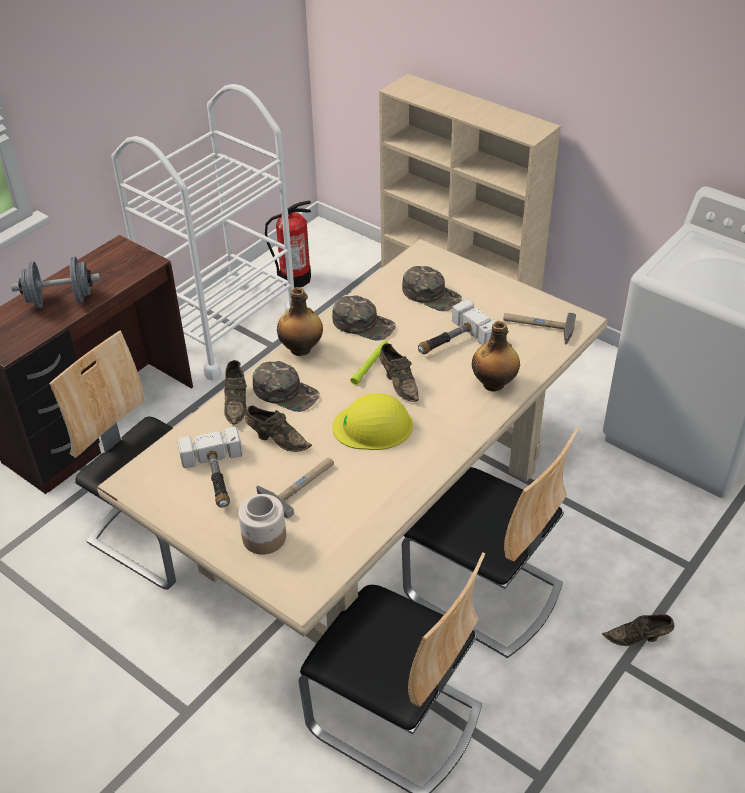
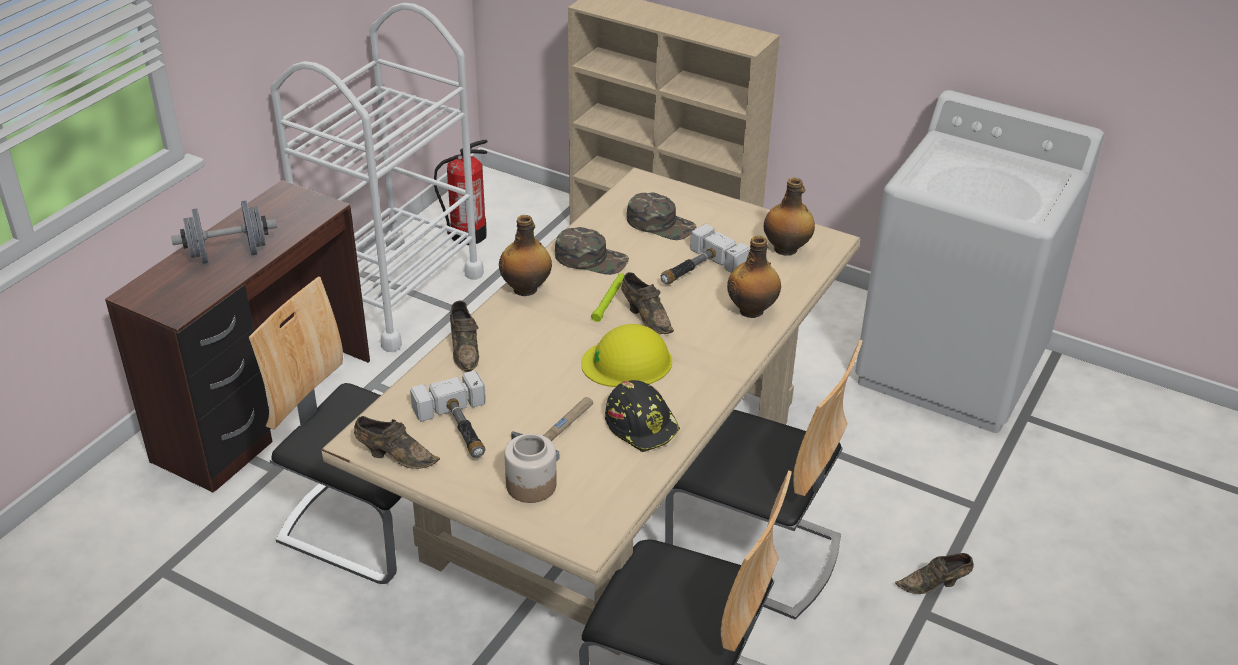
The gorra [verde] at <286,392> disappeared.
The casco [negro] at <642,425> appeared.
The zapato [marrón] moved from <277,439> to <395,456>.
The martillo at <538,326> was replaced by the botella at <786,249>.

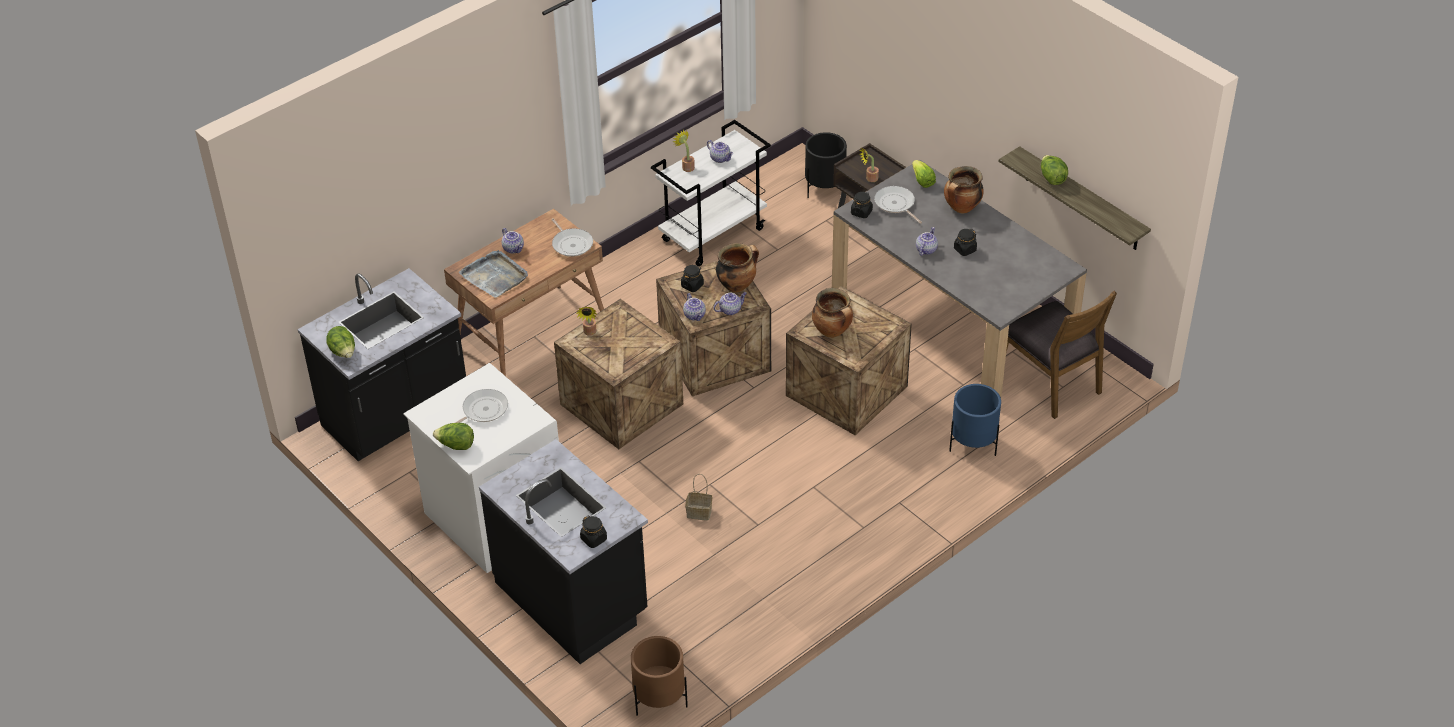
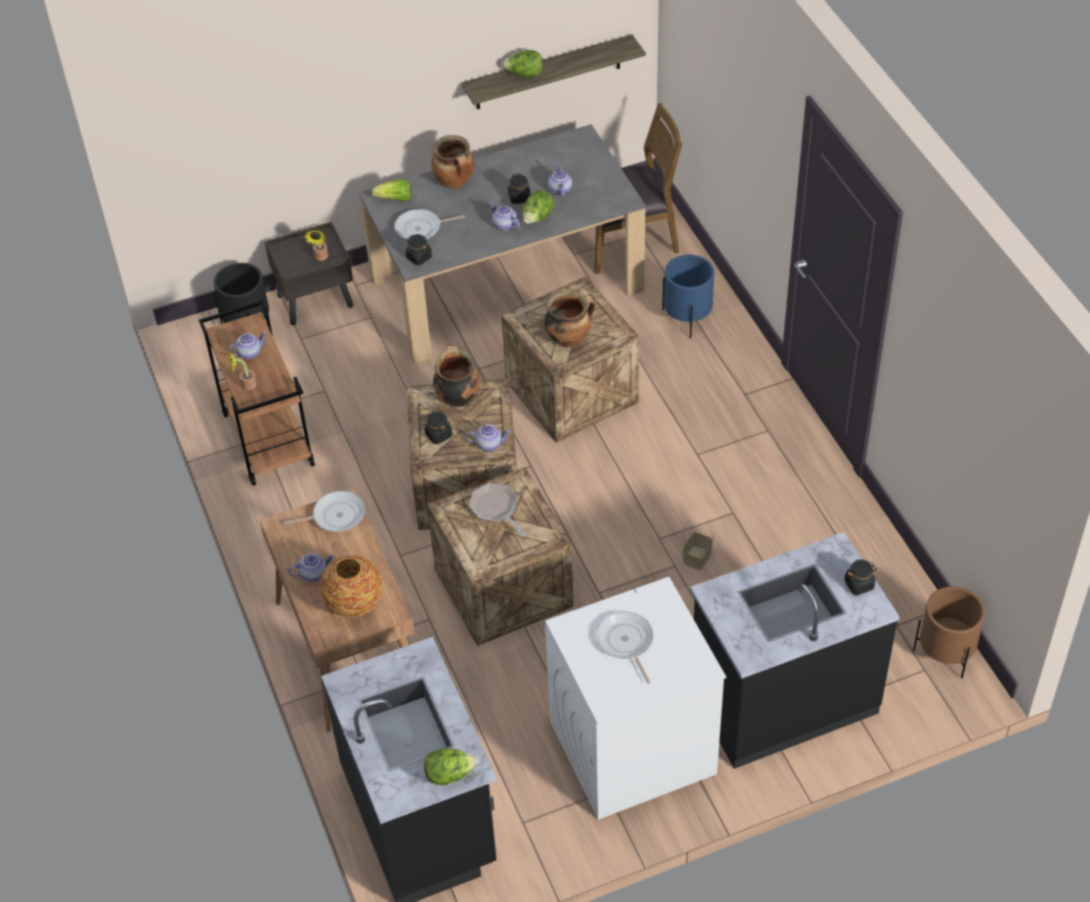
The planta en maceta at <589,333> disappeared.
The sartén at <496,509> appeared.
The lechuga moved from <456,445> to <537,218>.
The tetera moved from <730,310> to <559,190>.
The bandeja [gris] at <495,276> was replaced by the florero at <354,602>.
The carrito [blanco] at <713,234> became the carrito [marrón] at <267,439>.

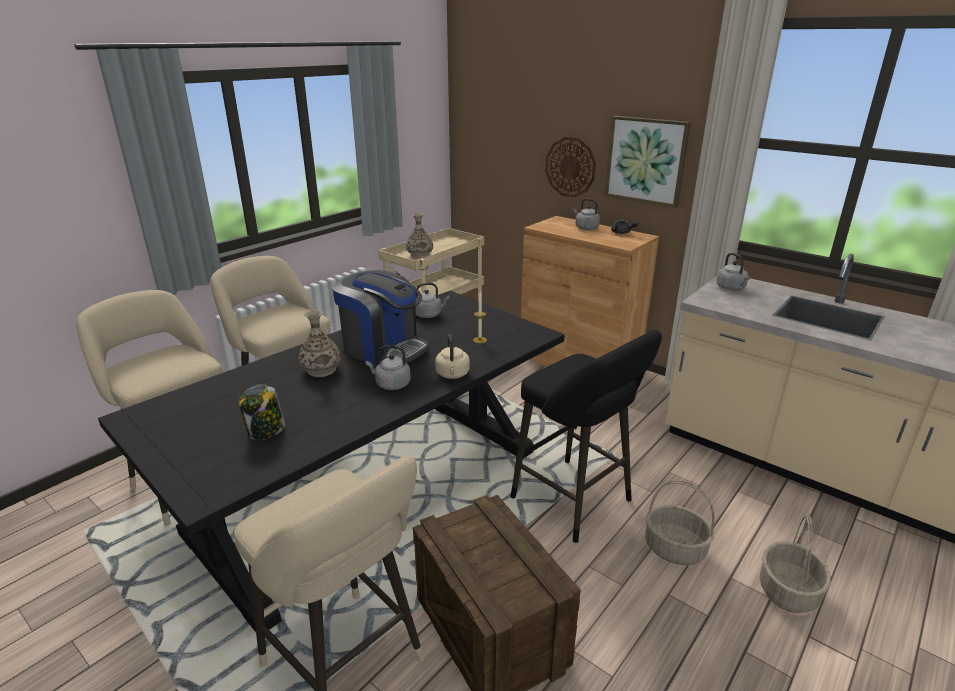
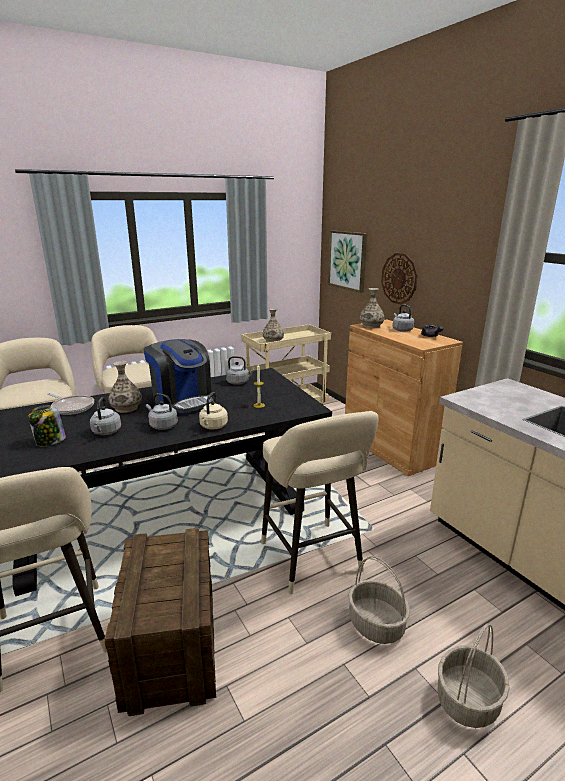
The sartén at <72,407> appeared.
The florero at <371,326> appeared.
The cuadro moved from <646,160> to <347,260>.
The hervidor [gris] moved from <731,288> to <106,432>.
The taburete [negro] at <576,502> became the taburete [beis] at <313,560>.

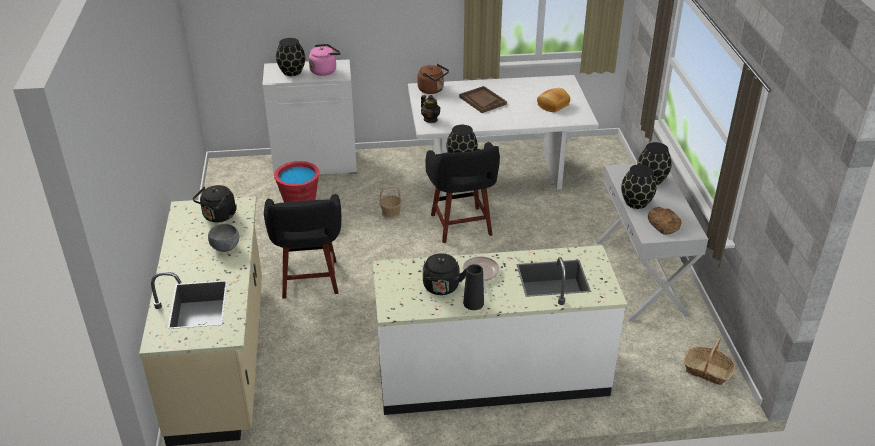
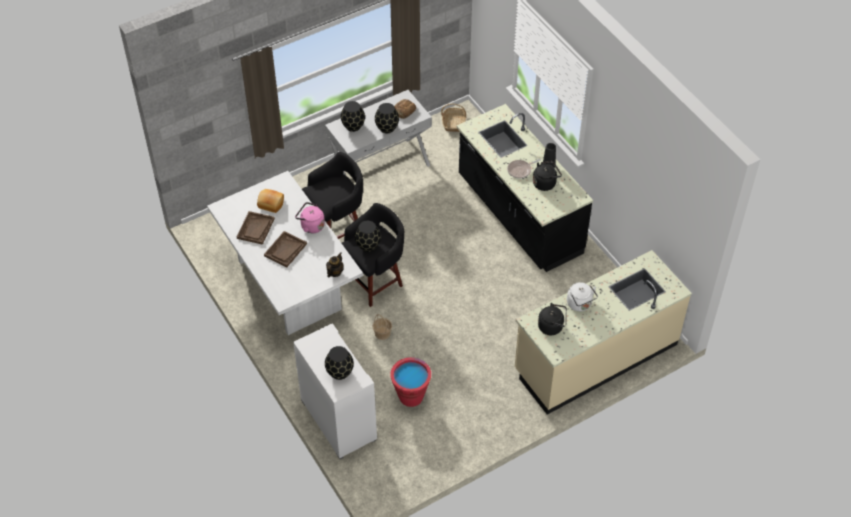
The hervidor [marrón] at <432,90> disappeared.
The bandeja [marrón] at <255,229> appeared.
The taburete [negro] moved from <310,281> to <337,230>.
The hervidor [rosa] moved from <324,70> to <311,226>.
The cuenco [gris] at <225,248> was replaced by the hervidor [blanco] at <580,304>.
The mueble bajo de cocina [blanco] at <491,373> became the mueble bajo de cocina [negro] at <518,215>.

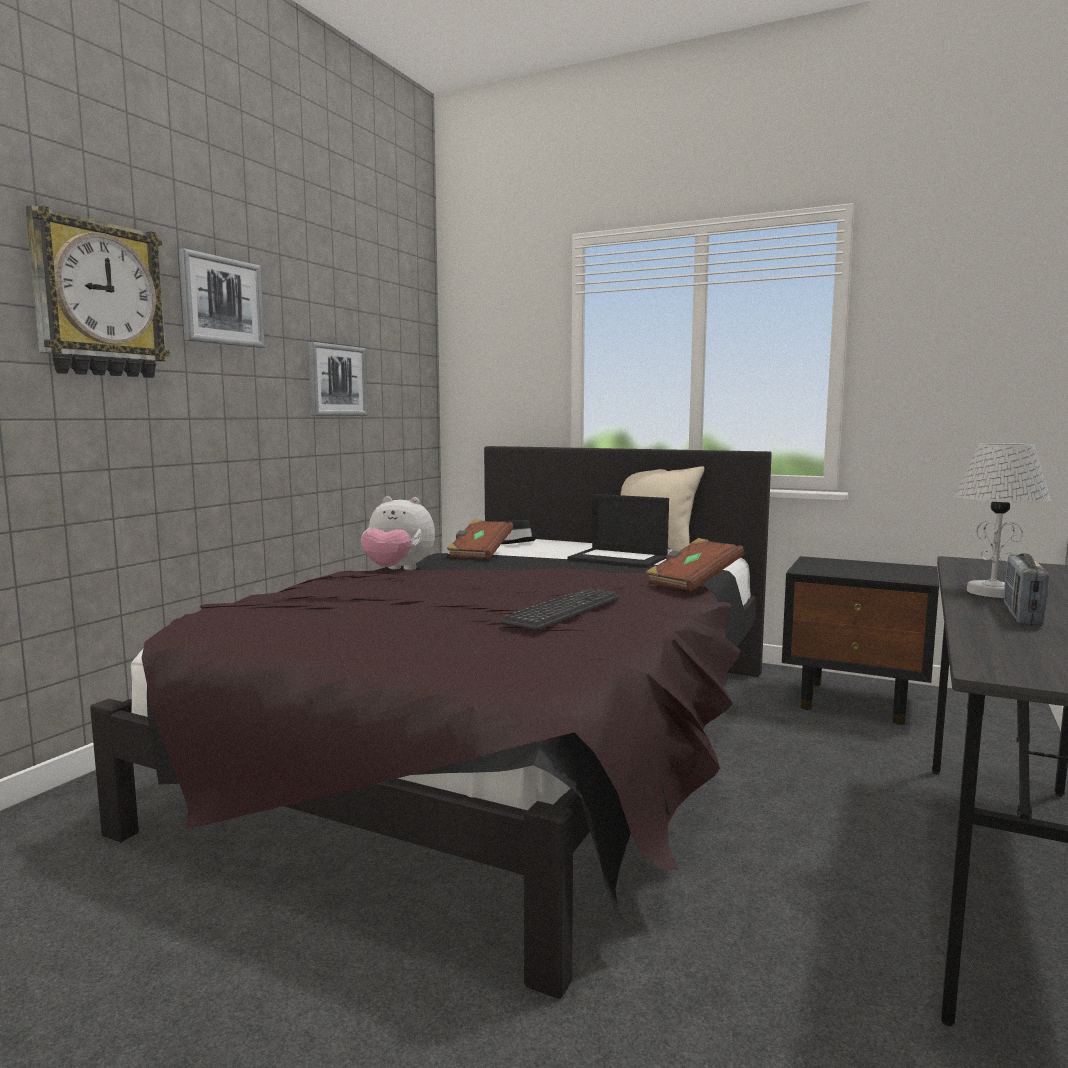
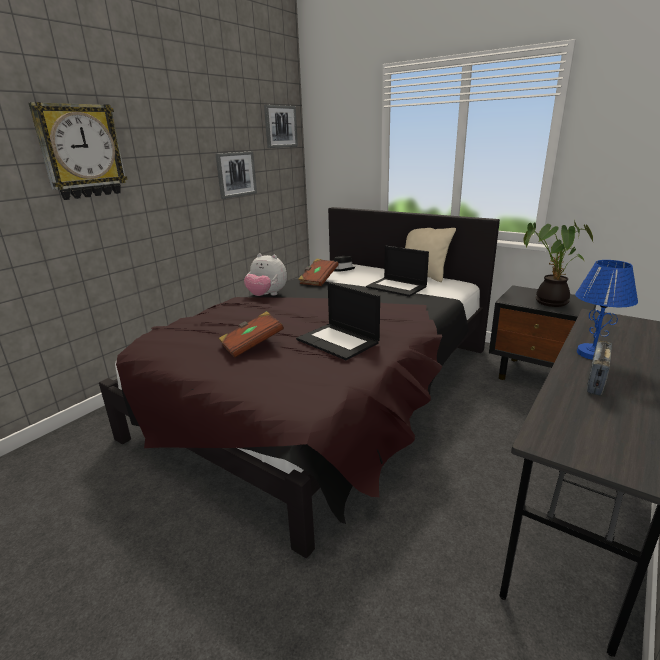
The planta en maceta at <548,301> appeared.
The cuadro moved from <221,301> to <280,126>.
The libro [marrón] moved from <693,582> to <252,345>.
The teclado at <563,610> was replaced by the portátil at <339,341>.
The lámpara de mesa [blanco] at <991,592> became the lámpara de mesa [azul] at <592,353>.

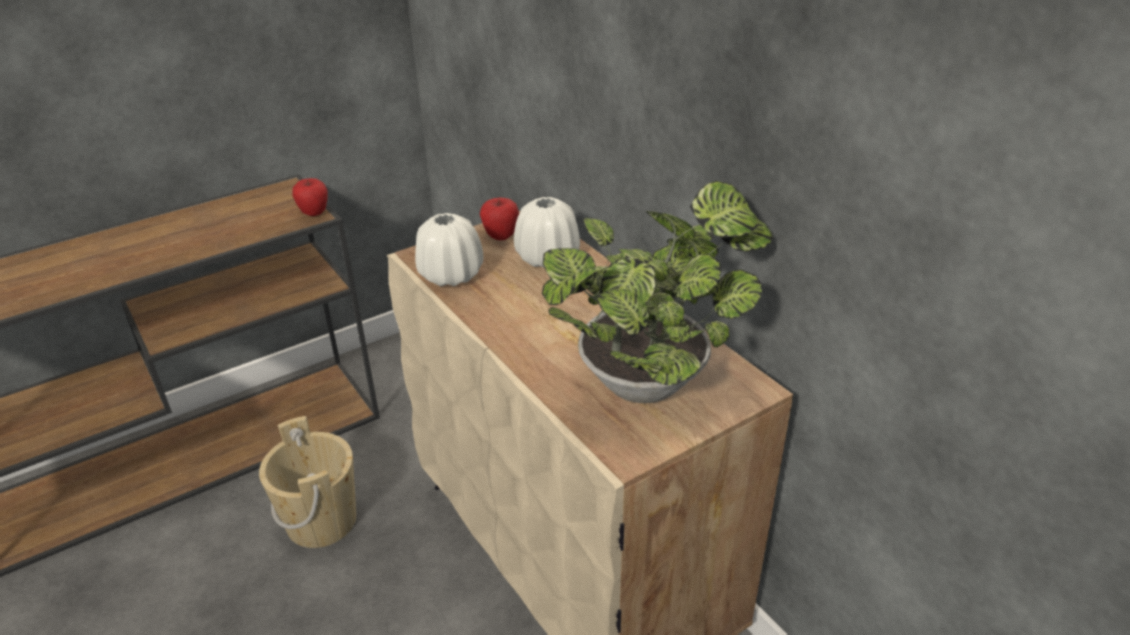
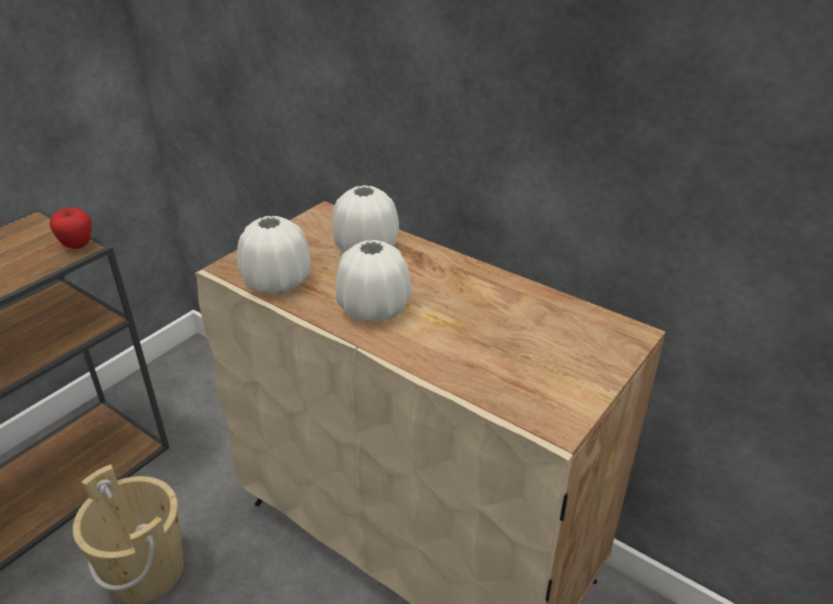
The manzana at <501,236> disappeared.
The planta en maceta at <650,379> disappeared.
The florero [blanco] at <373,308> appeared.

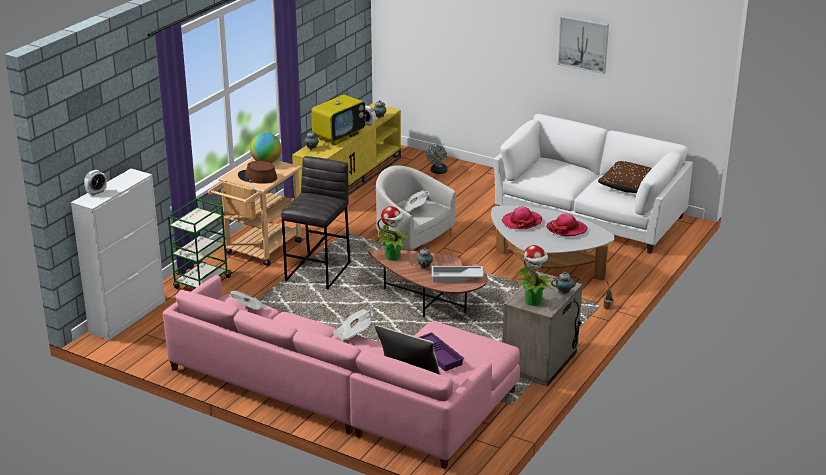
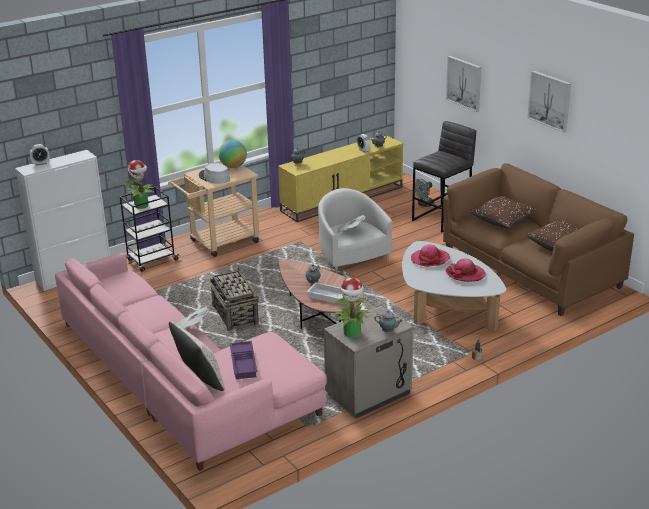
The periódico at <249,309> disappeared.
The televisor at <339,136> disappeared.
The cesta at <235,315> appeared.
The cuadro at <464,83> appeared.
The cojín [marrón] at <503,220> appeared.
The taburete [gris] moved from <319,272> to <442,218>.
The planta en maceta moved from <393,256> to <142,205>.
The carrito [verde] at <202,283> became the carrito [negro] at <152,260>.
The sombrero [marrón] at <257,177> became the sombrero [gris] at <214,177>.
The sofá [blanco] at <589,216> became the sofá [marrón] at <530,269>.

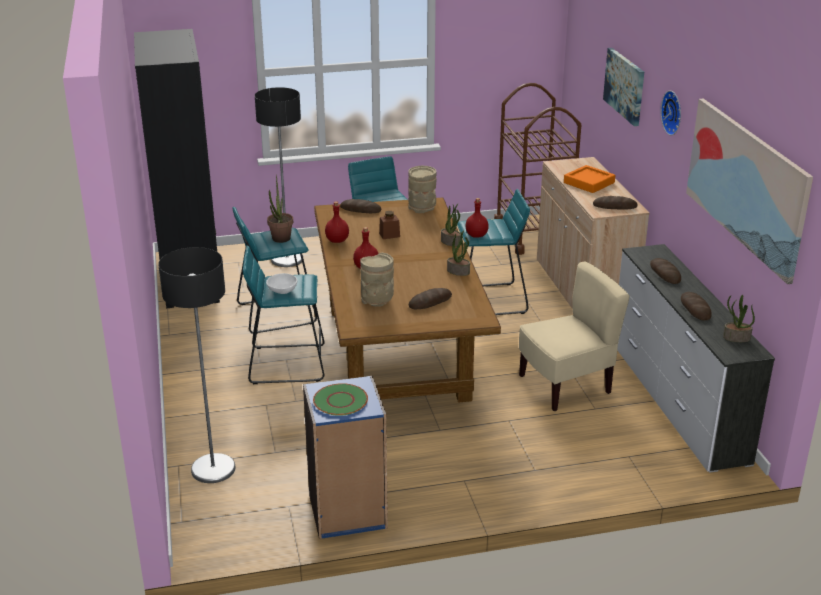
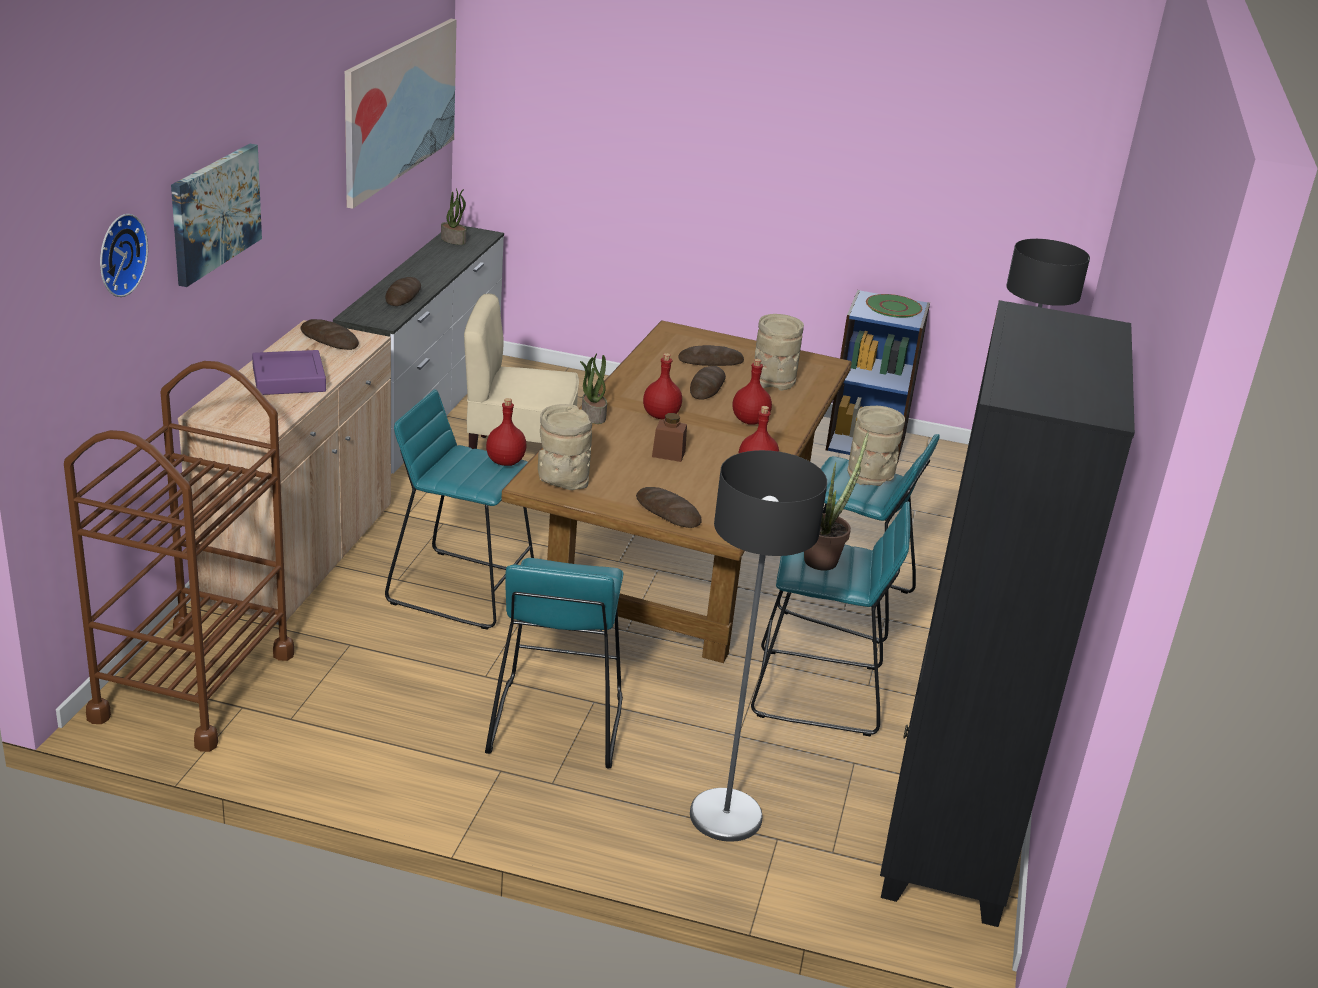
The planta en maceta at <458,271> disappeared.
The botella [rojo] at <660,415> appeared.
The reloj de pared moved from <674,112> to <118,254>.
The pan moved from <695,309> to <707,387>.
The cuenco [blanco] at <282,290> was replaced by the florero [beis] at <871,476>.
The bandeja [naranja] at <589,183> became the bandeja [morado] at <289,379>.

